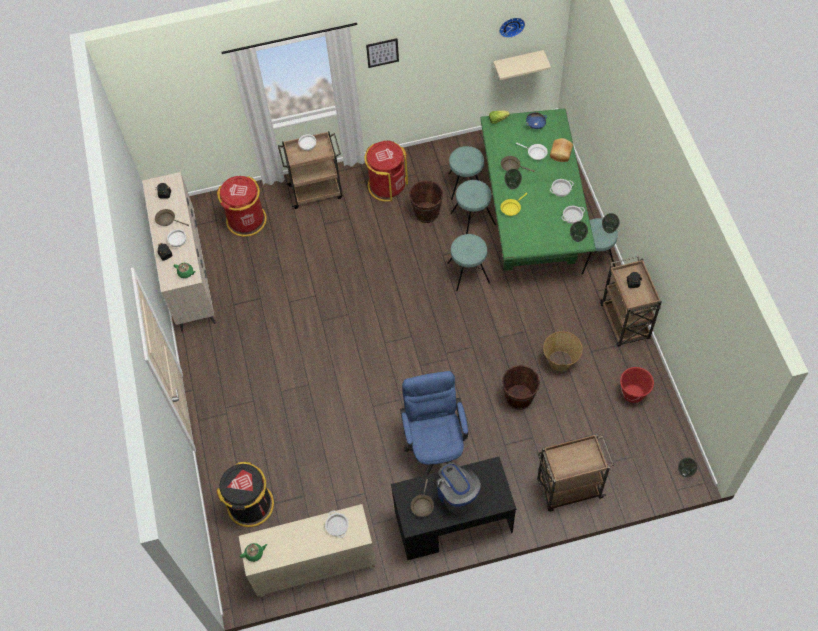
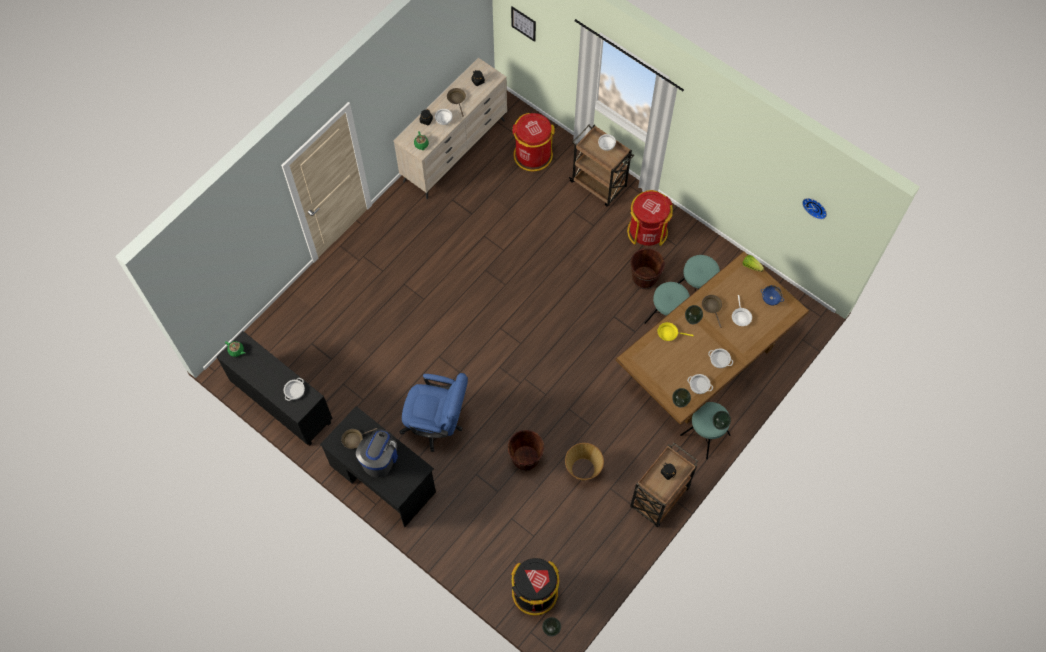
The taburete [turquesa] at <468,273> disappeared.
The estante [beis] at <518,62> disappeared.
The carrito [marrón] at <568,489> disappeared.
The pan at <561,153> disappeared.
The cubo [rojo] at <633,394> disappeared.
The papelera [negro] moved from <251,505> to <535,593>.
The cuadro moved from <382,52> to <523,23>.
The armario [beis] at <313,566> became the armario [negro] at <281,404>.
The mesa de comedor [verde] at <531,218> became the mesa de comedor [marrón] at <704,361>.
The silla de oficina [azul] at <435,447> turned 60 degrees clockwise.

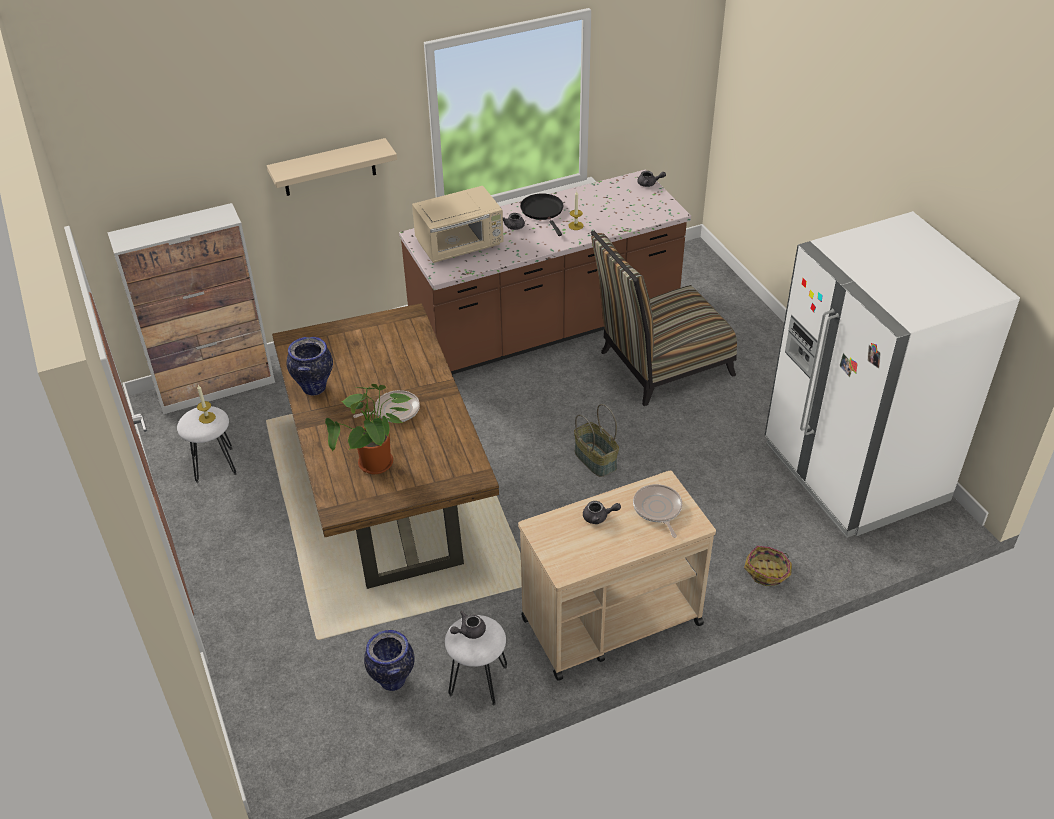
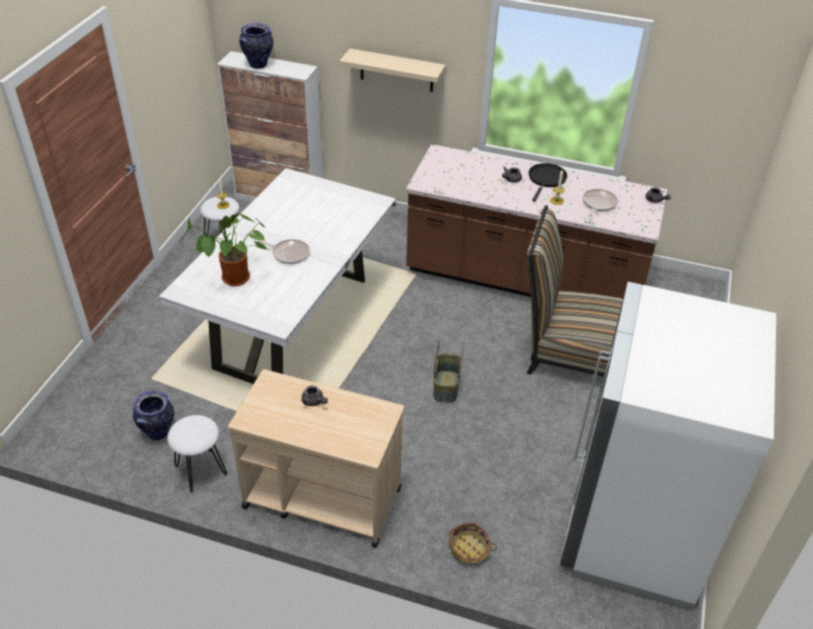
The microondas [beis] at <460,246> disappeared.
The tetera [gris] at <469,631> disappeared.
The florero moved from <314,387> to <258,64>.
The sartén moved from <657,509> to <598,204>.
The mesa de comedor [marrón] at <388,495> became the mesa de comedor [blanco] at <292,322>.

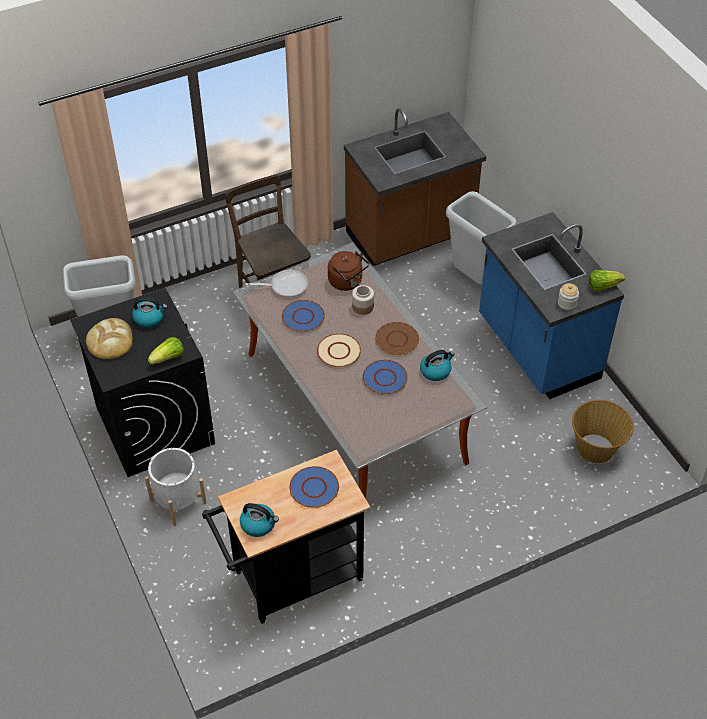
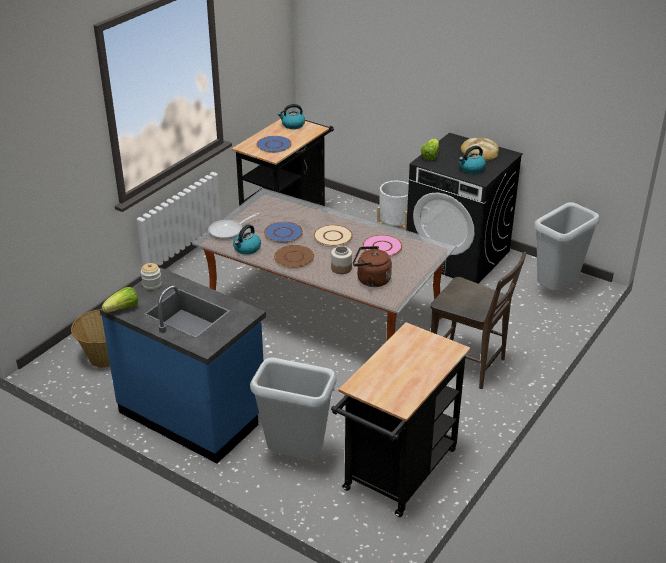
The sartén moved from <285,286> to <229,231>.
The mueble bajo de cocina [marrón] at <410,236> was replaced by the carrito [negro] at <396,475>.
The plato [azul] at <303,316> became the plato [rosa] at <382,247>.

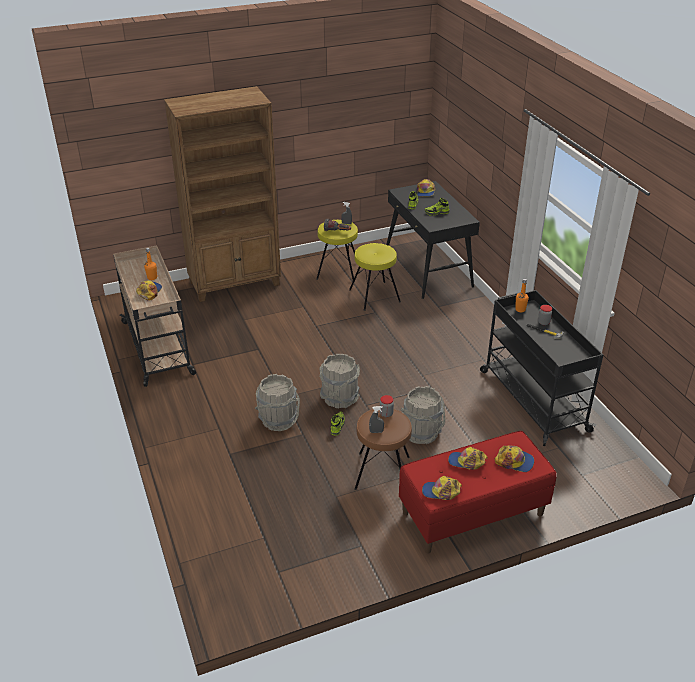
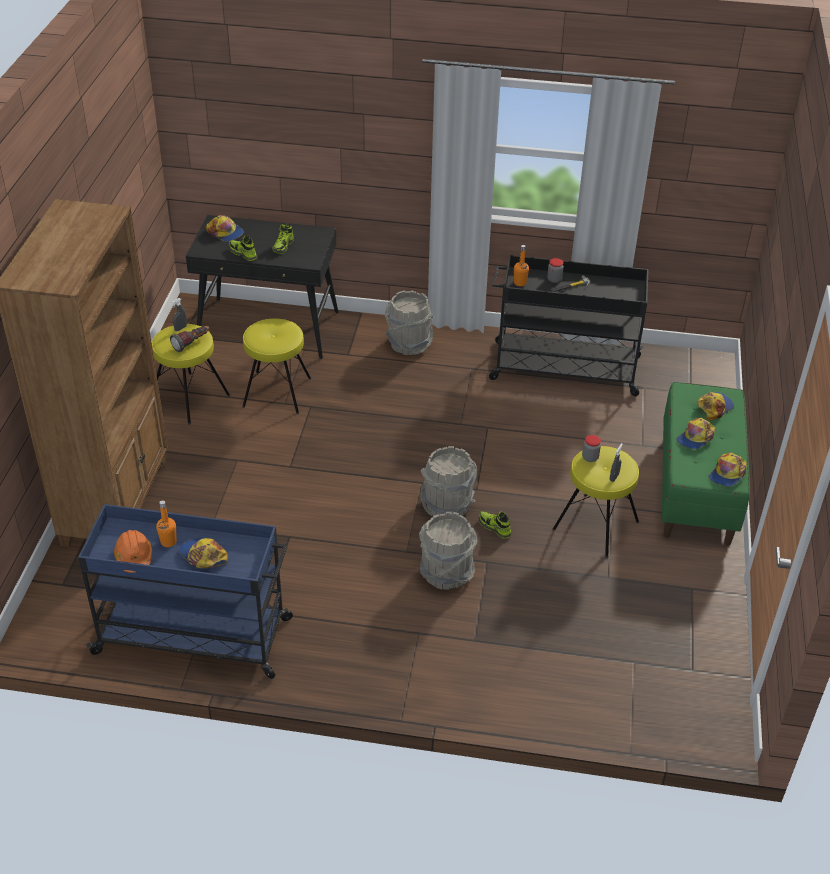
The casco [naranja] at <134,557> appeared.
The cubo [gris] moved from <421,433> to <408,344>.
The carrito [beis] at <158,349> became the carrito [azul] at <195,636>.
The taburete [marrón] at <382,473> became the taburete [amarillo] at <596,526>.
The banco [rojo] at <472,514> became the banco [verde] at <697,489>.

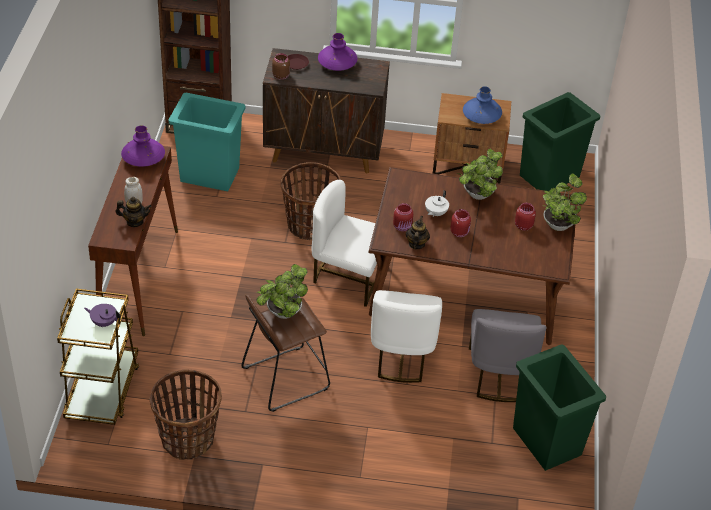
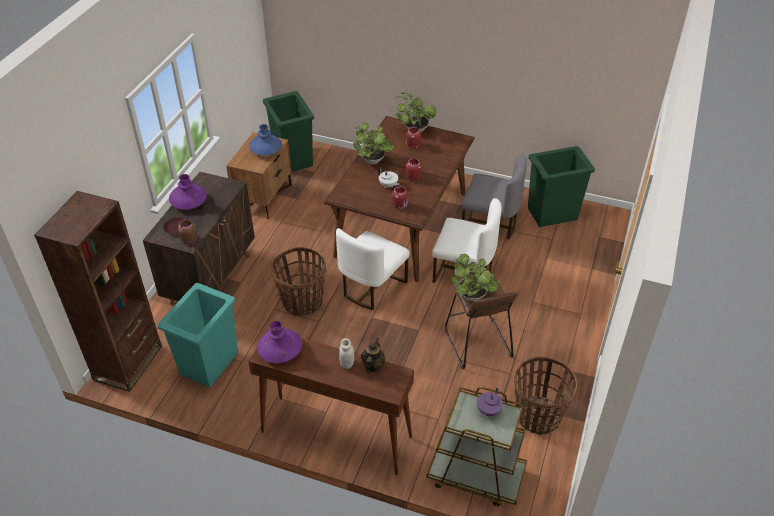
The tetera at <416,244> disappeared.

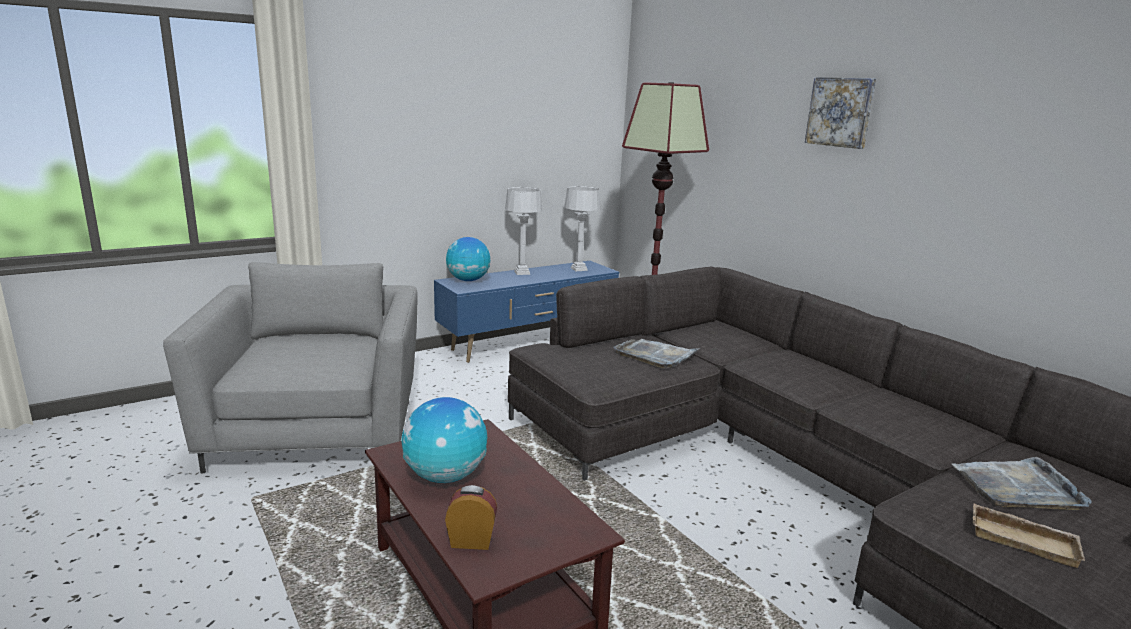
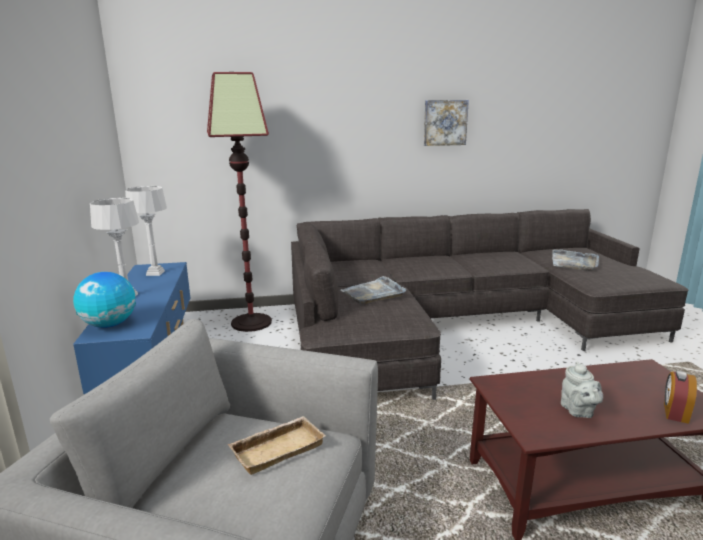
The cuadro moved from <841,112> to <444,122>.
The bandeja [beis] moved from <1024,540> to <278,448>.
The globo terráqueo at <445,476> was replaced by the tetera [gris] at <578,411>.

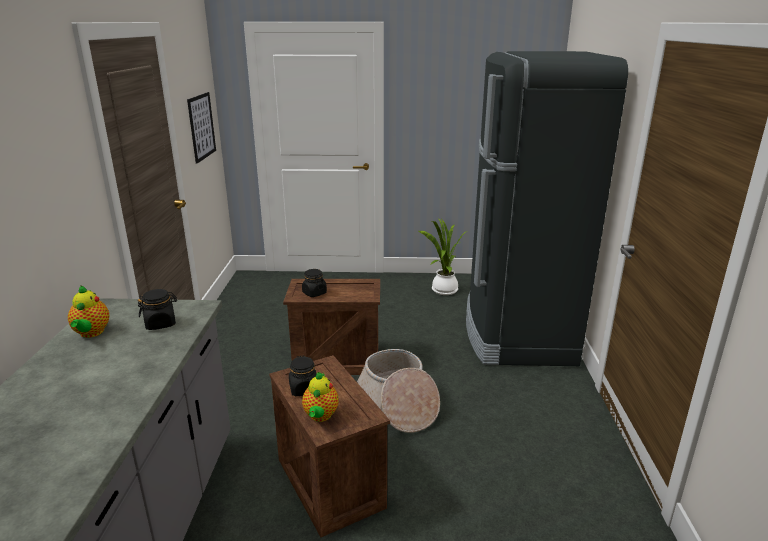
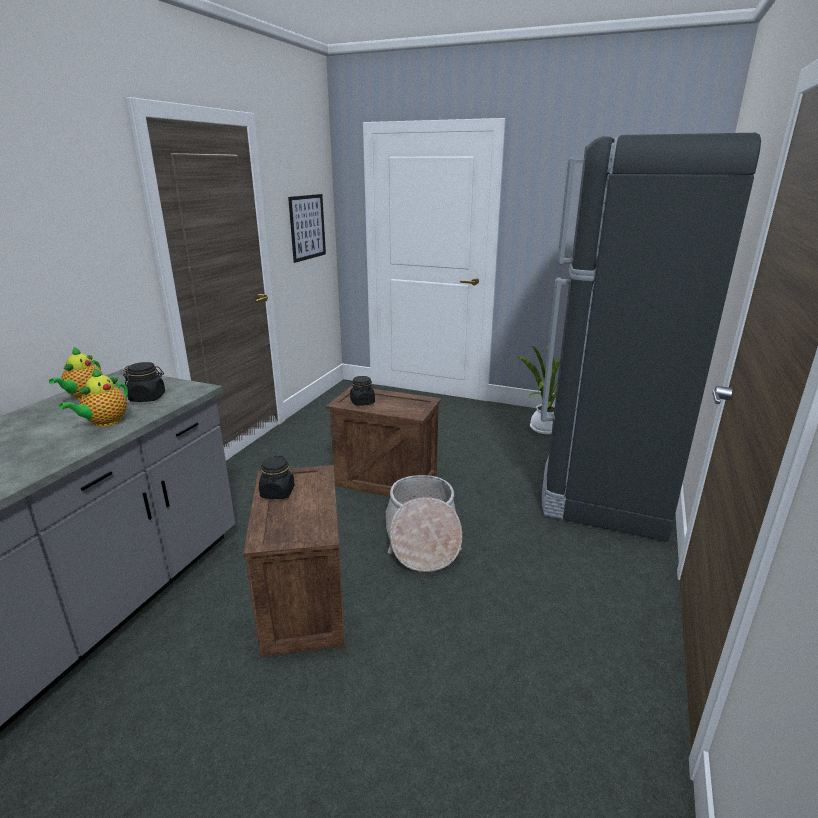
The tetera moved from <320,416> to <105,423>.

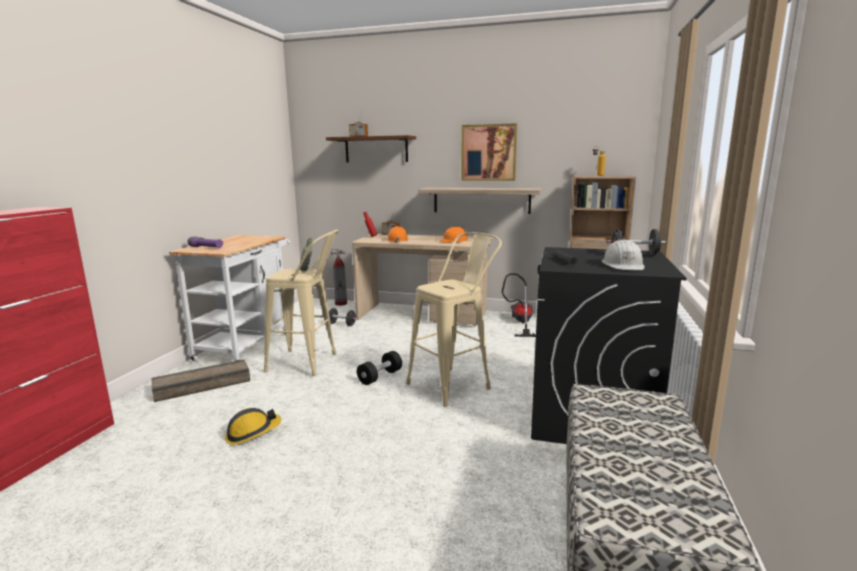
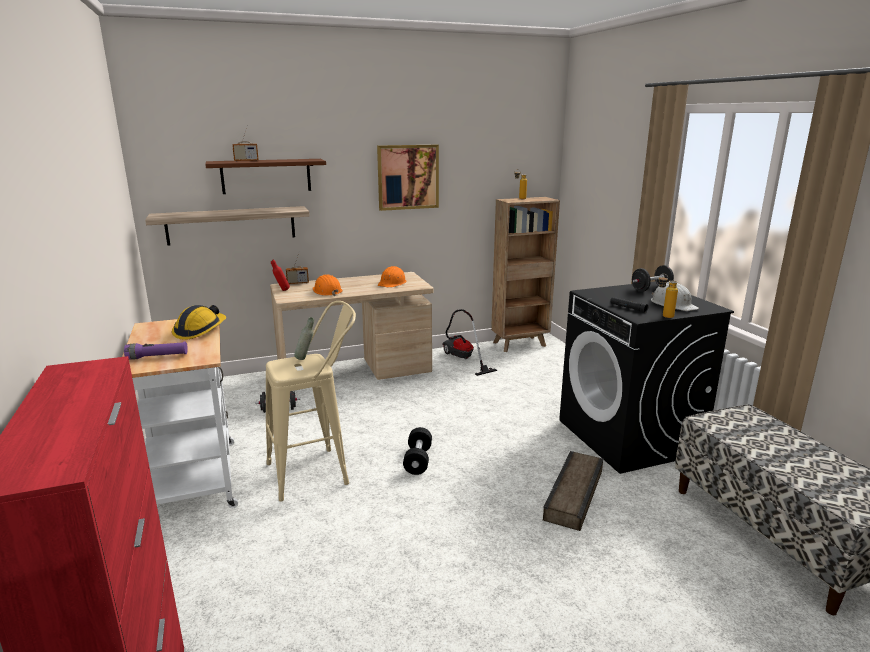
The extintor at <341,304> disappeared.
The taburete [beis] at <455,384> disappeared.
The botella at <663,316> appeared.
The caja de embalaje moved from <203,385> to <575,494>.
The casco moved from <252,433> to <200,330>.
The estante moved from <481,200> to <231,225>.

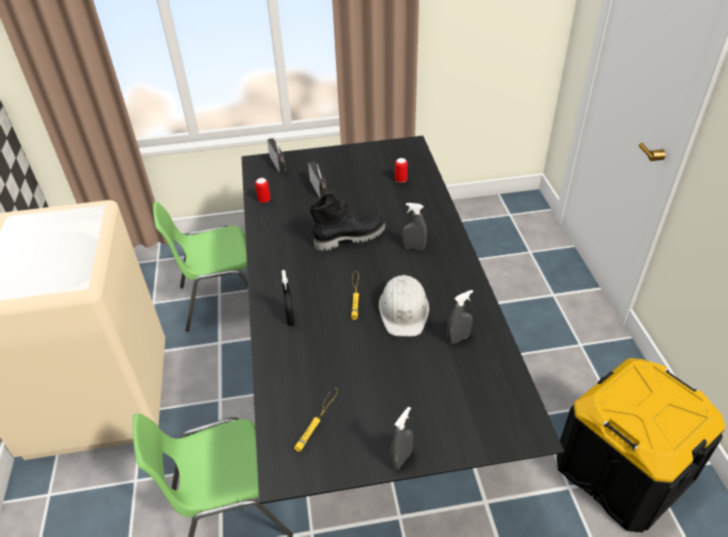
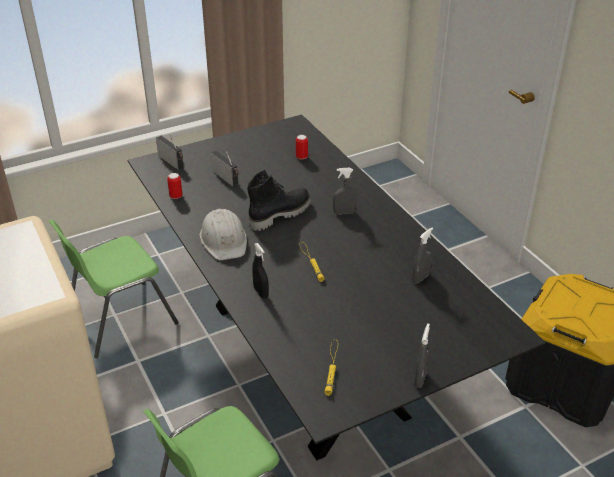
The casco [blanco] moved from <404,310> to <224,240>.

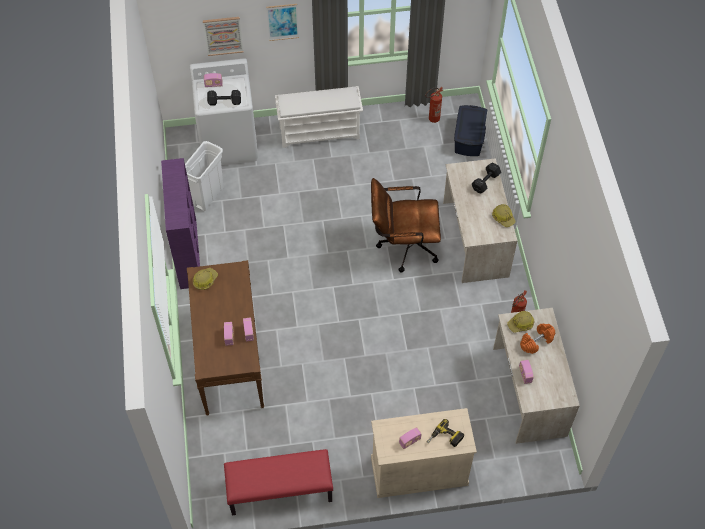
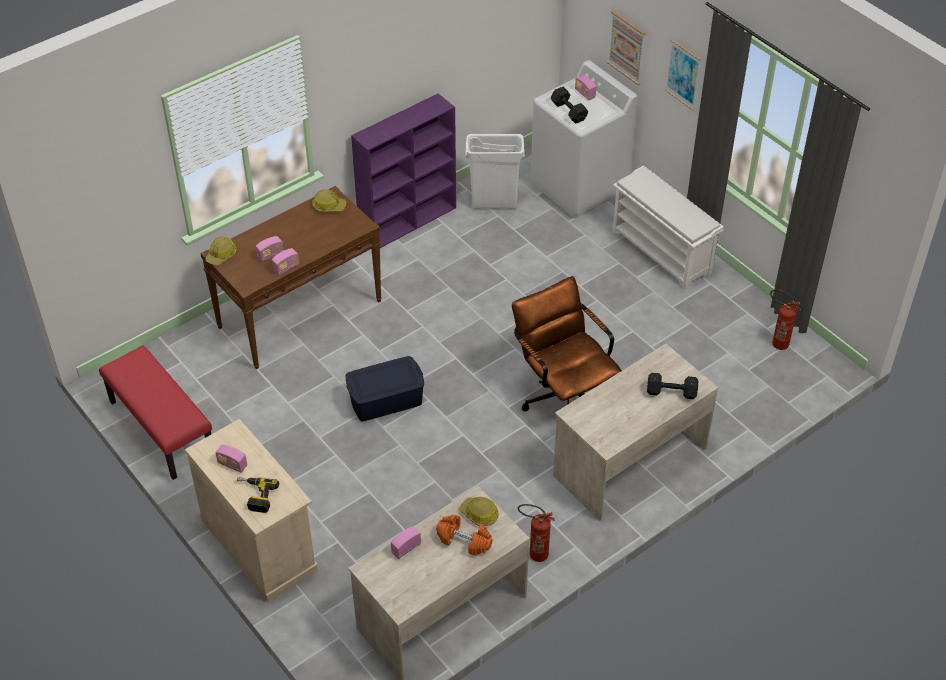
The caja de almacenaje [azul] moved from <469,138> to <385,399>.
The casco moved from <503,217> to <221,255>.

